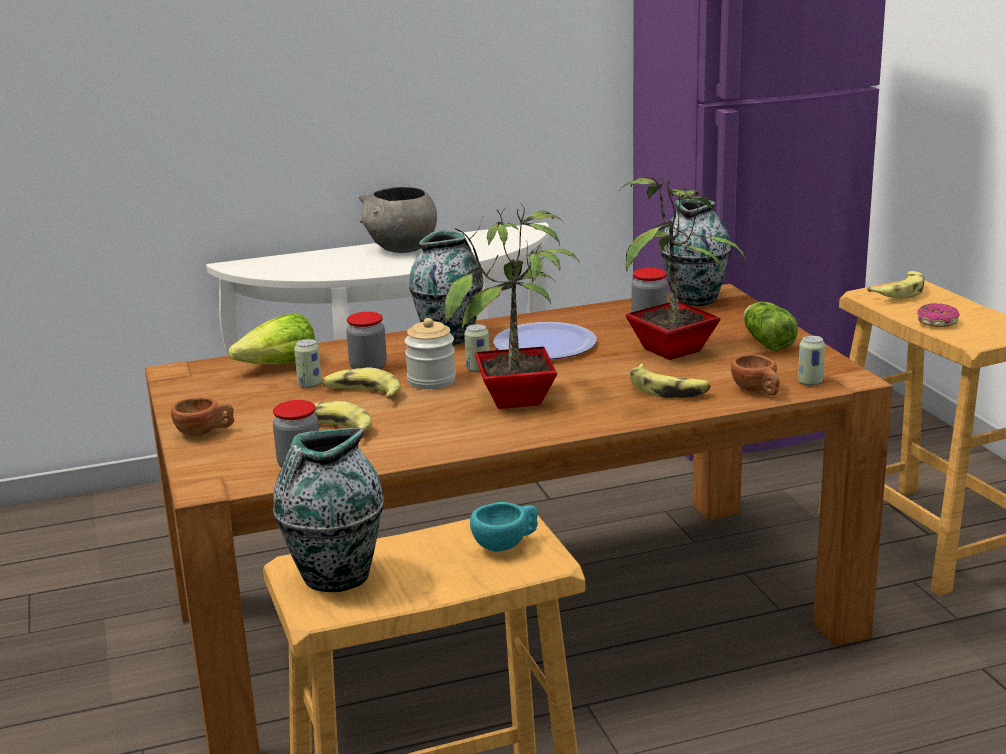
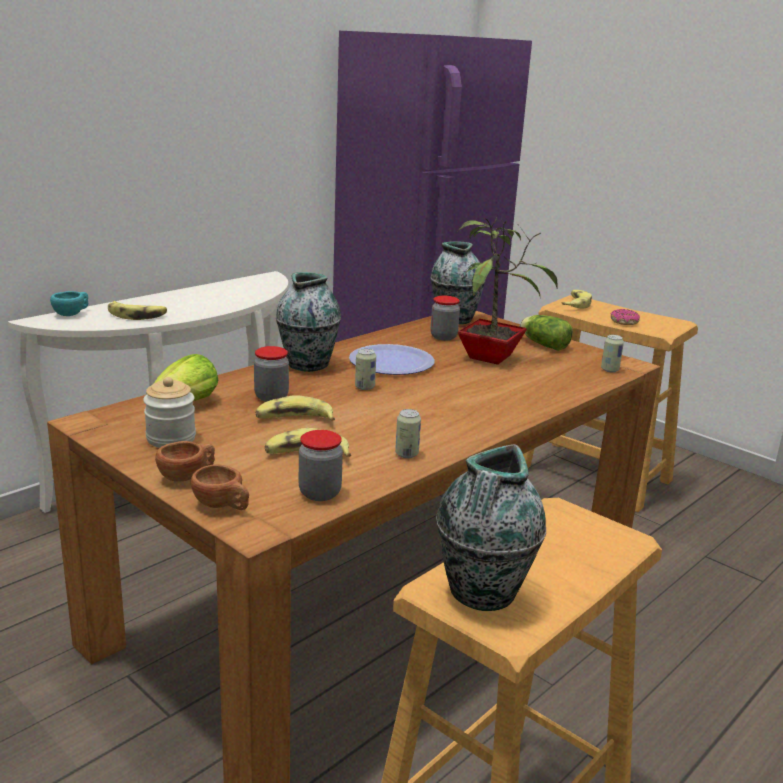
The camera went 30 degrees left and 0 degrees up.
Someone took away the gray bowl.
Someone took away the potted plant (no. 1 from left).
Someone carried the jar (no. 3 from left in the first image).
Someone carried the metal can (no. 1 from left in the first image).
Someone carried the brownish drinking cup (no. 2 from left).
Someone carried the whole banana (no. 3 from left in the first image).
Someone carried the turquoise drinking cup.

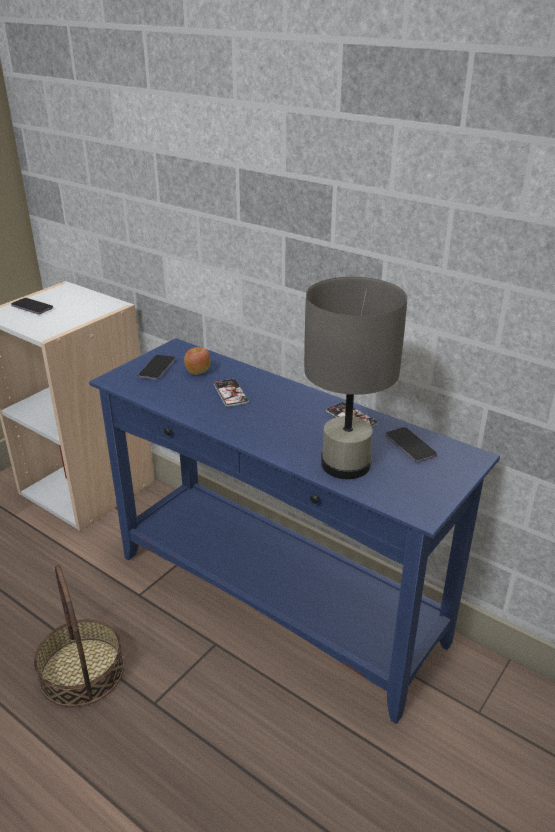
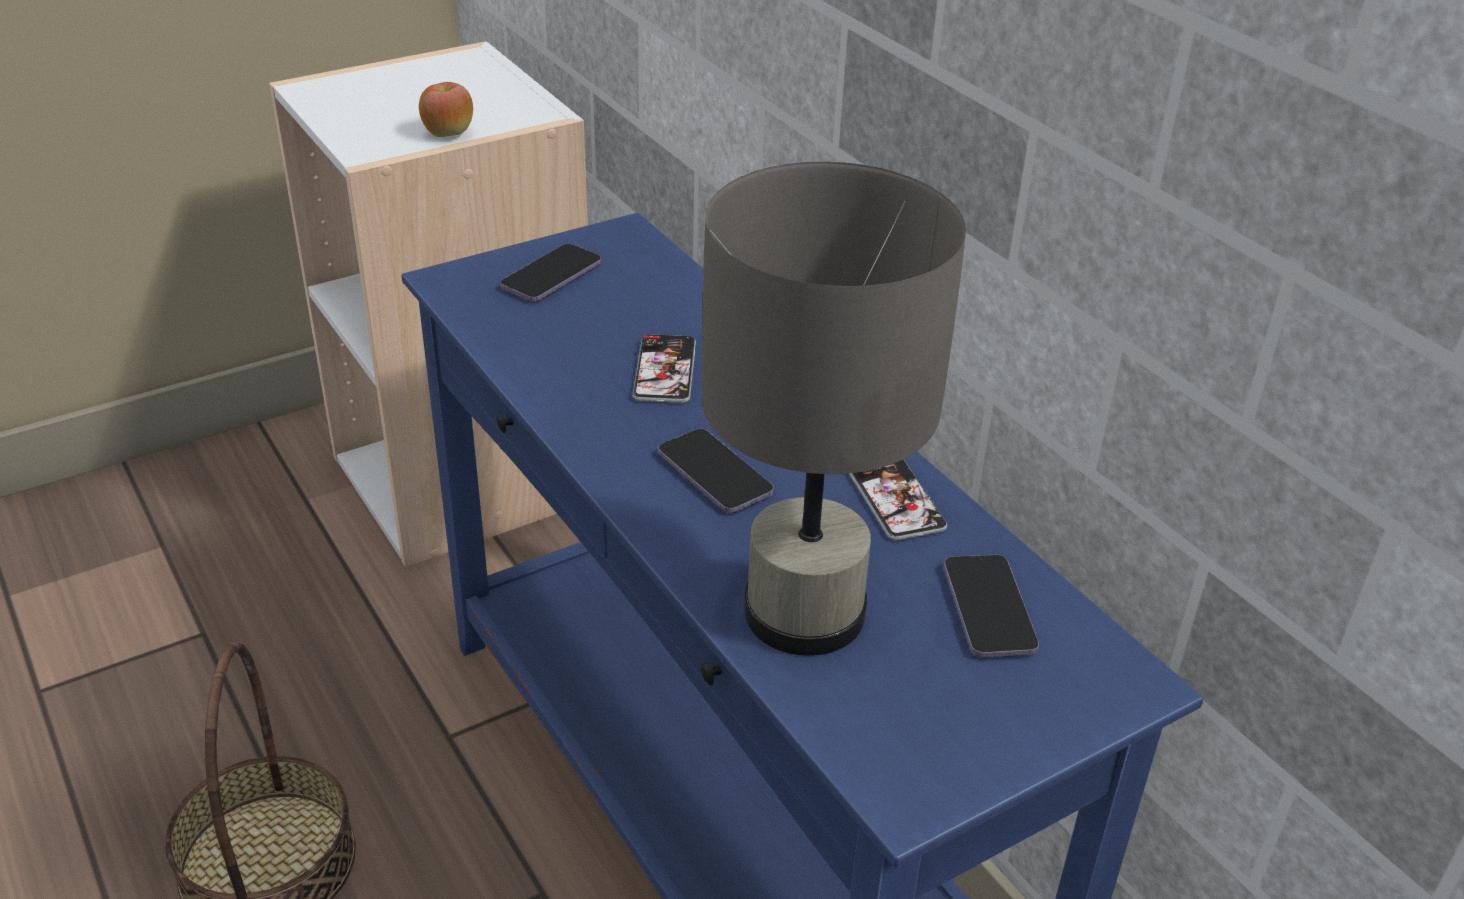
The camera went 20 degrees right and 5 degrees up.
Someone carried the phone (no. 1 from left in the first image).
Someone carried the apple fruit.

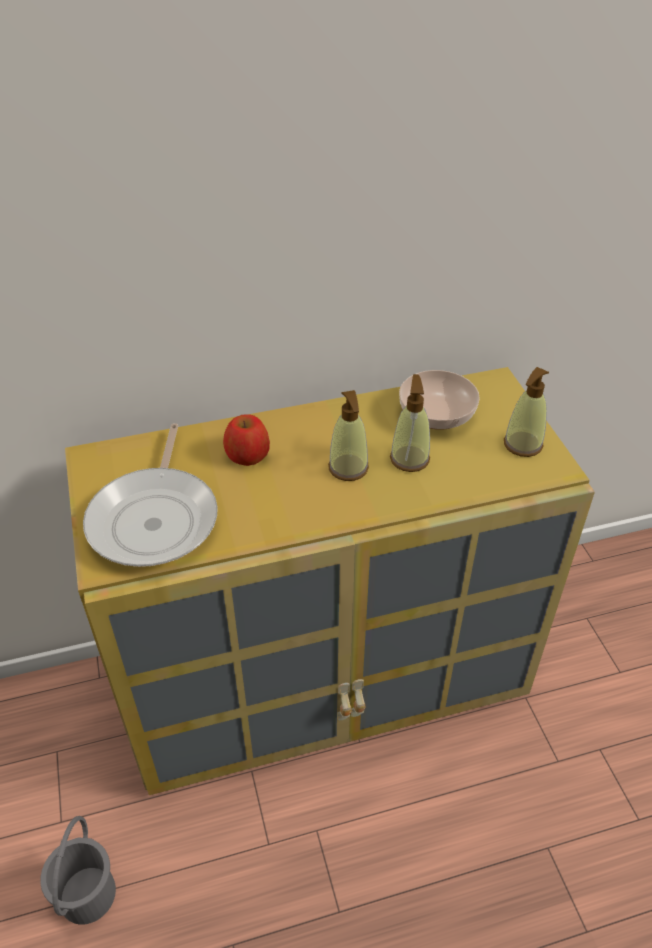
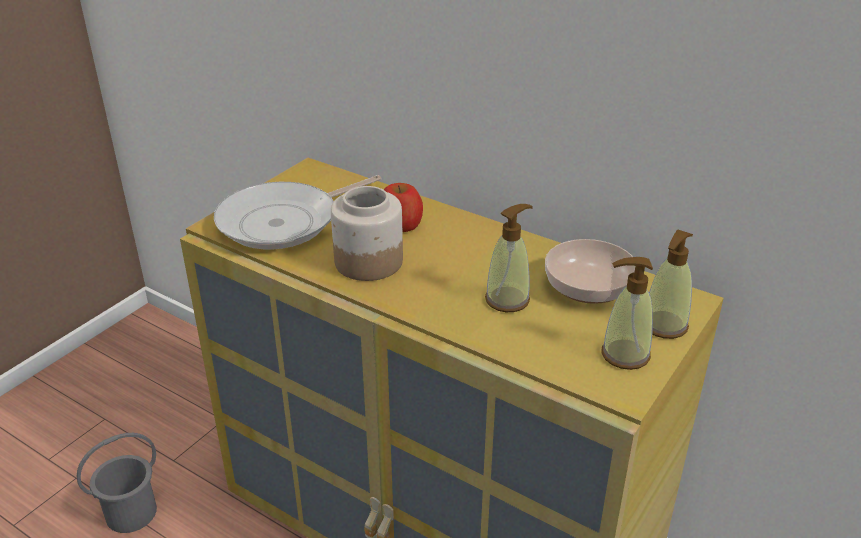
The camera went 50 degrees right and 10 degrees down.
Someone carried the liquid soap bottle (no. 1 from left in the first image).
Someone put down the jar.

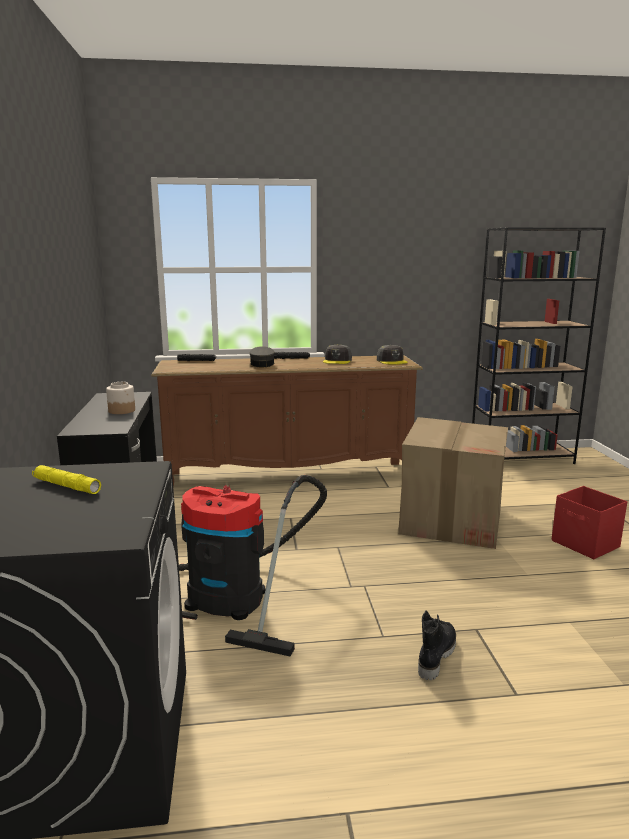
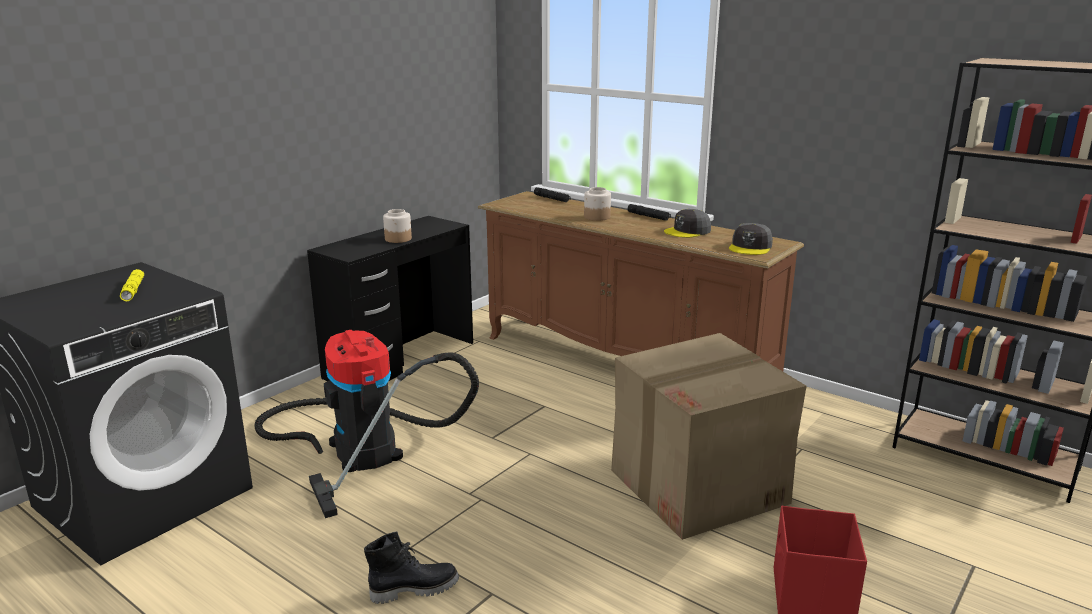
The camera went 45 degrees right and 5 degrees up.
Someone swapped the gray baseball cap (no. 1 from left) for the jar (no. 2 from left).

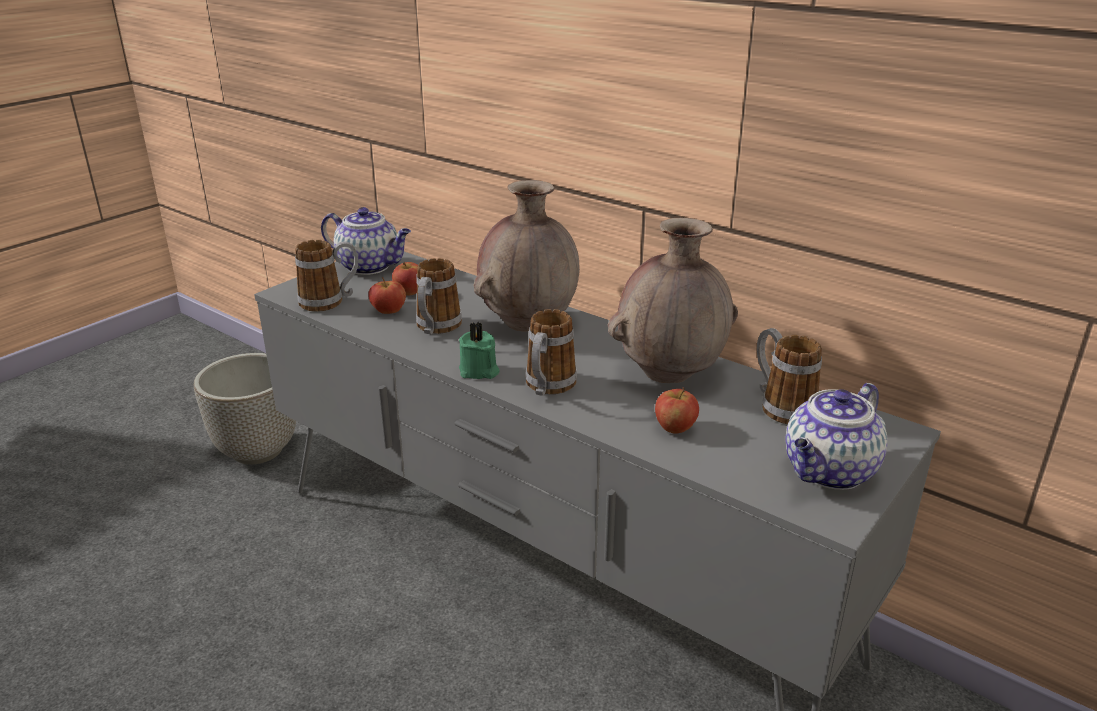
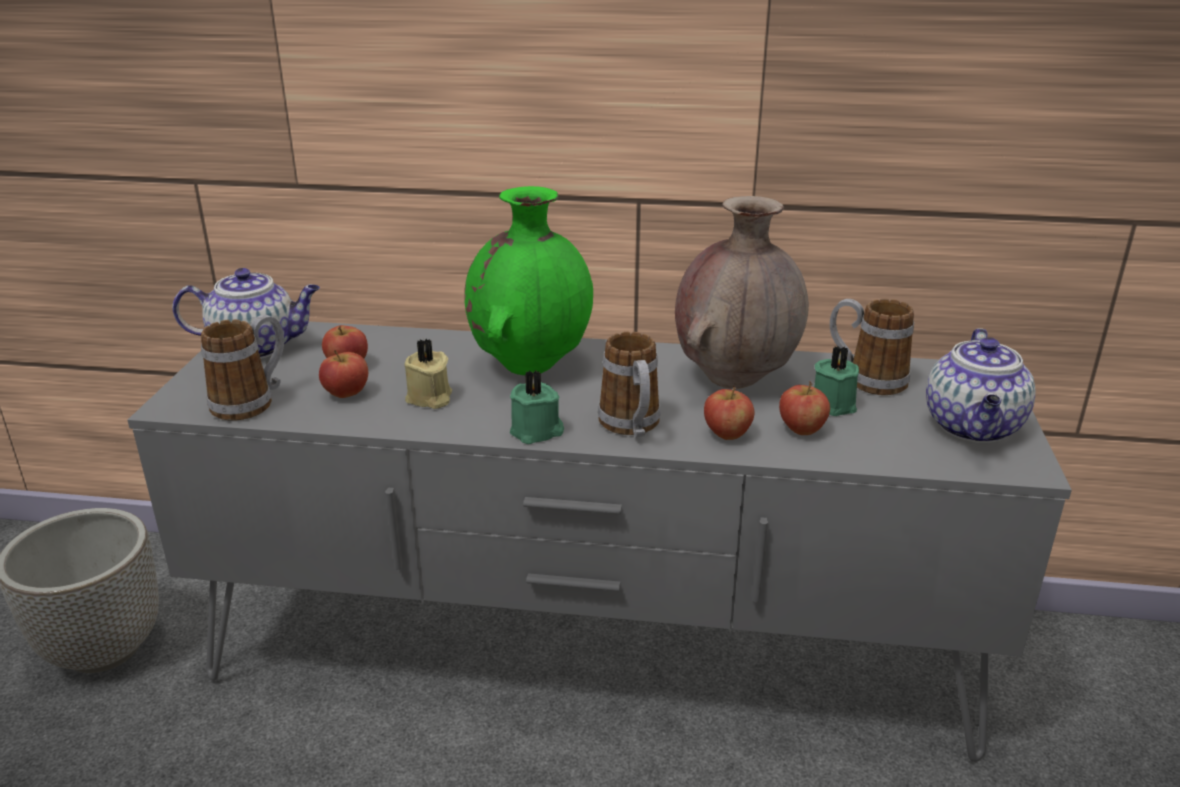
The camera went 30 degrees left and 0 degrees up.
Someone repainted the brownish flower vase (no. 1 from left), which became the greenish flower vase.
Someone swapped the tea mug (no. 2 from left) for the beige candle.
Someone put down the greenish candle (no. 2 from left).
Someone put down the apple fruit (no. 3 from left).

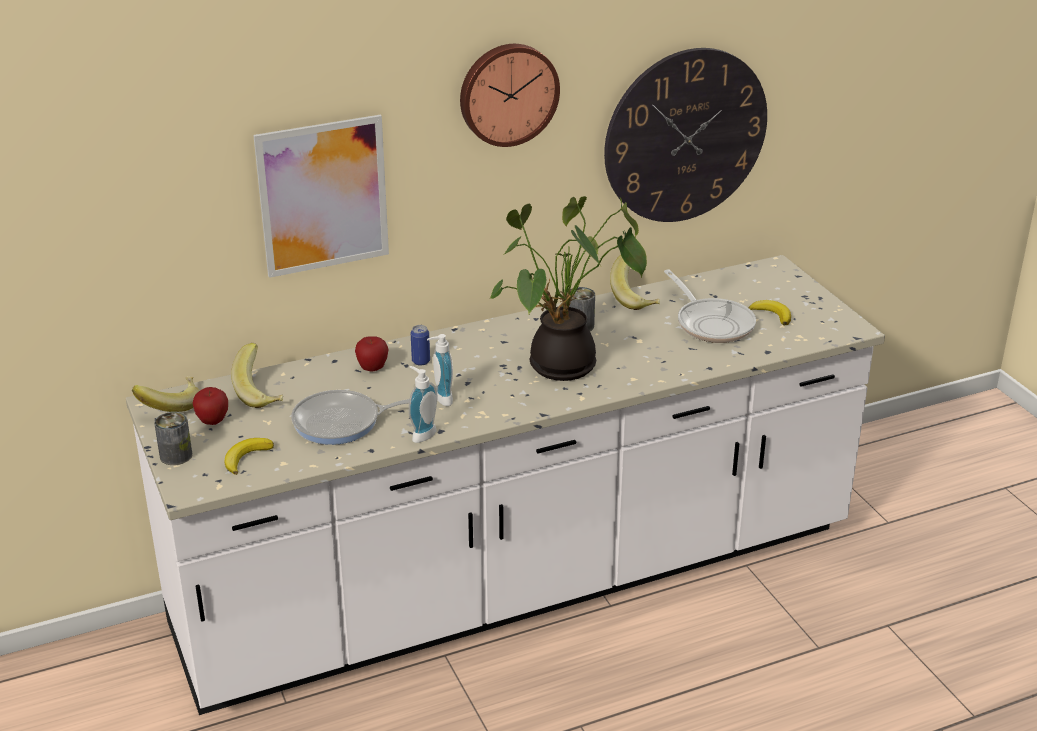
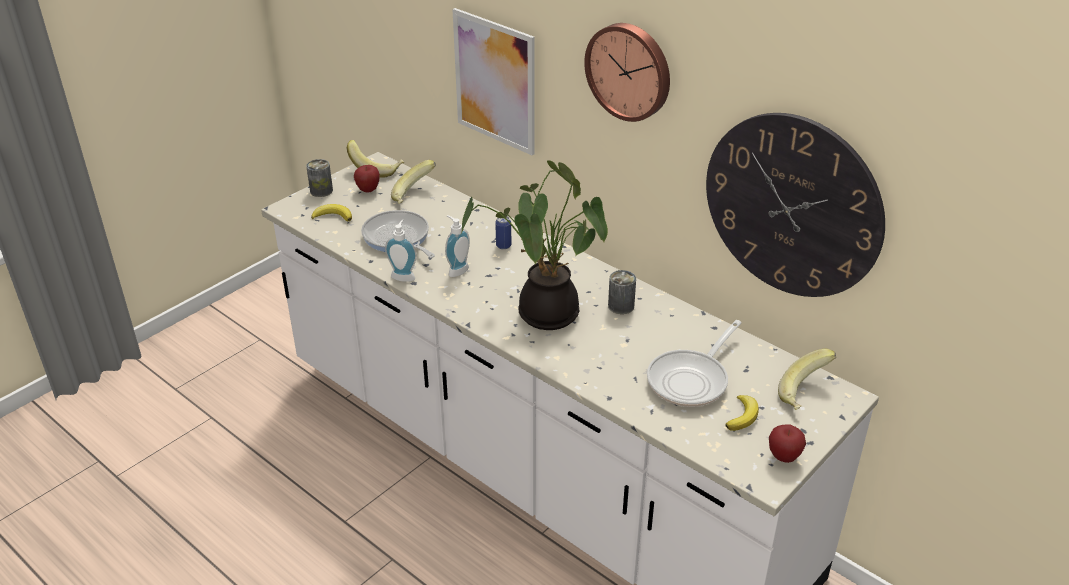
The camera went 65 degrees right and 5 degrees up.
Someone carried the whole banana (no. 4 from left in the first image).
Someone carried the apple fruit (no. 2 from left).

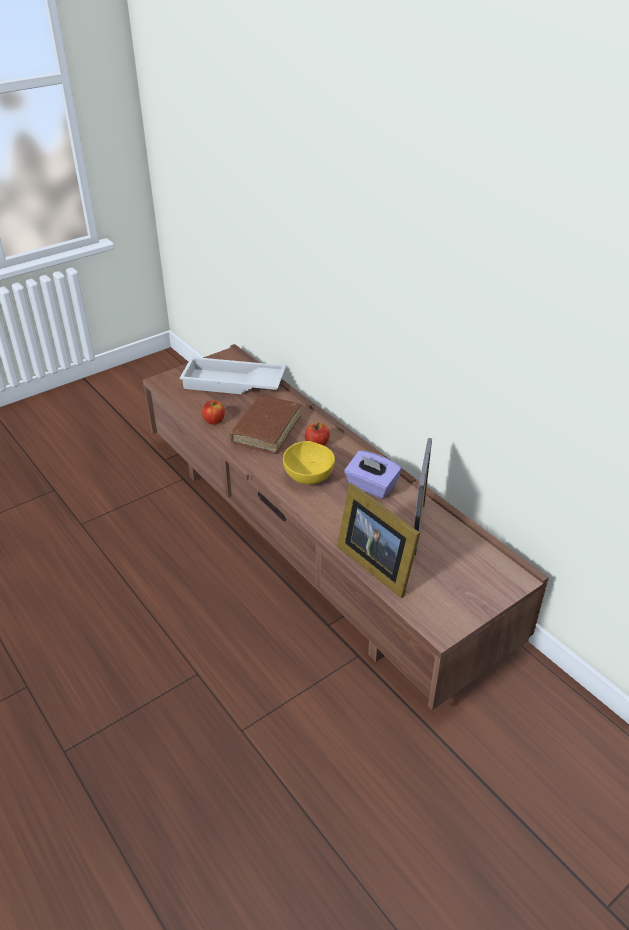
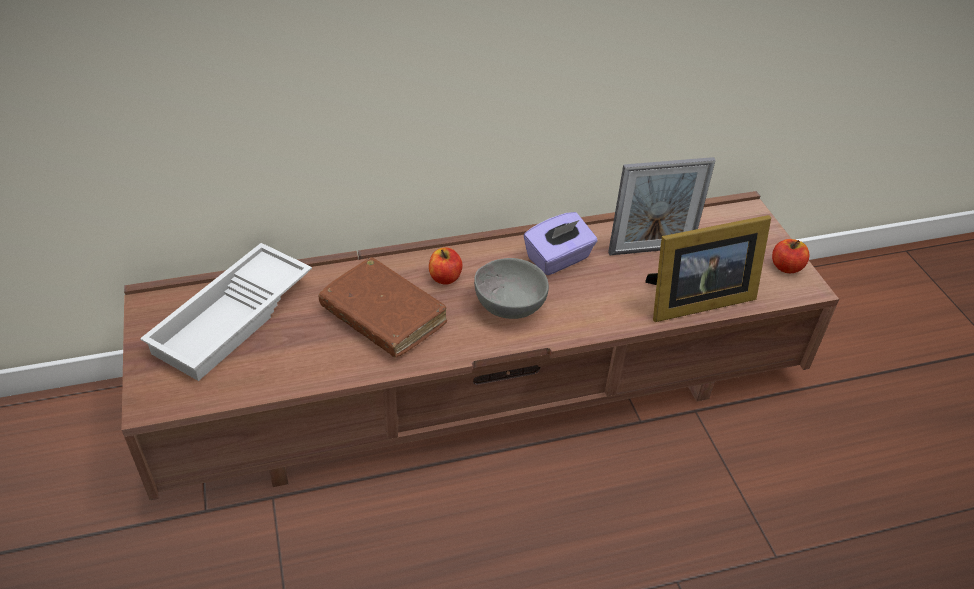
The camera went 70 degrees left and 5 degrees up.
Someone carried the apple fruit (no. 1 from left in the first image).
Someone rotated the photo frame (no. 2 from left in the first image) by 45 degrees counterclockwise.
Someone repainted the yellowish bowl, which became the gray bowl.

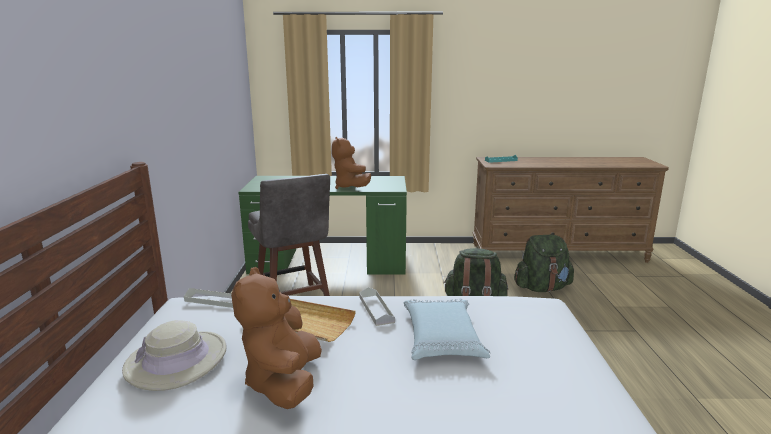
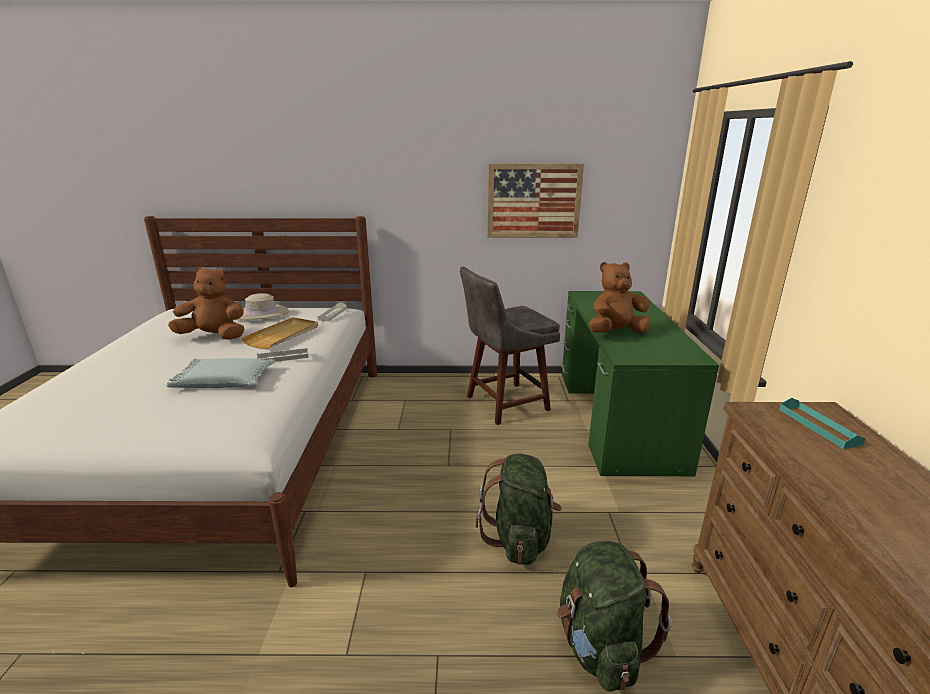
The camera went 90 degrees right and 5 degrees up.
Someone put up the picture.

